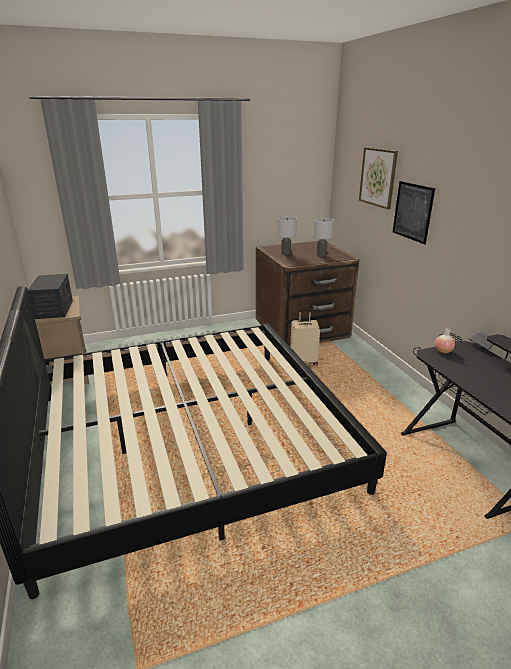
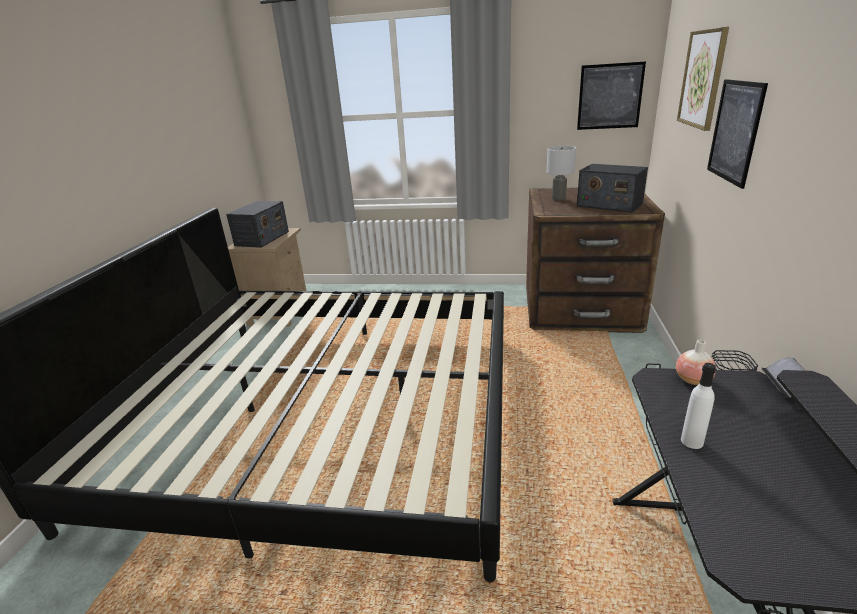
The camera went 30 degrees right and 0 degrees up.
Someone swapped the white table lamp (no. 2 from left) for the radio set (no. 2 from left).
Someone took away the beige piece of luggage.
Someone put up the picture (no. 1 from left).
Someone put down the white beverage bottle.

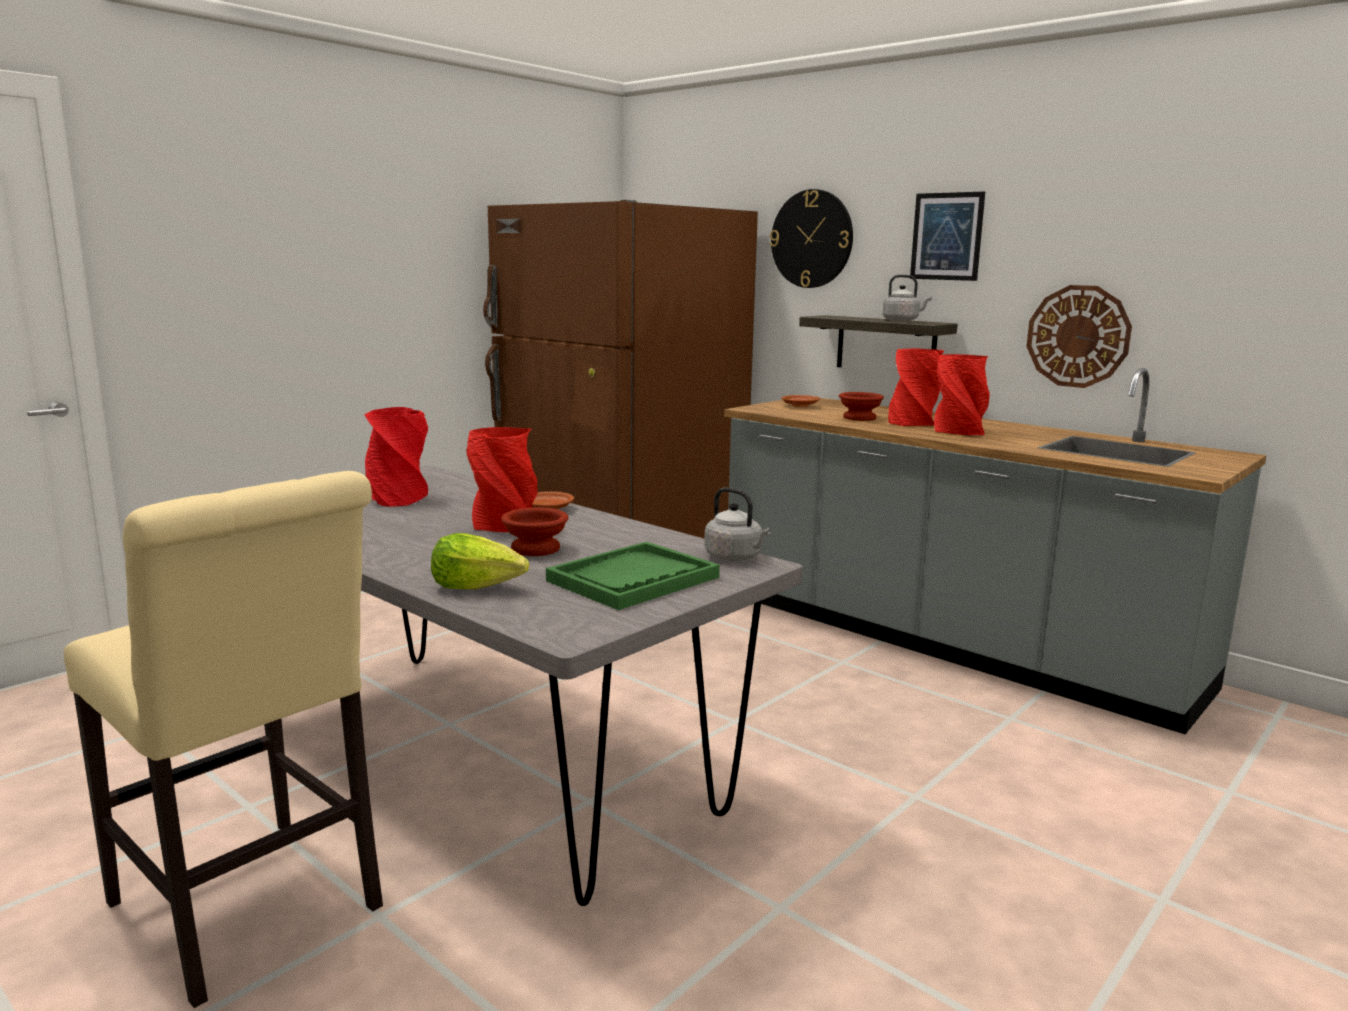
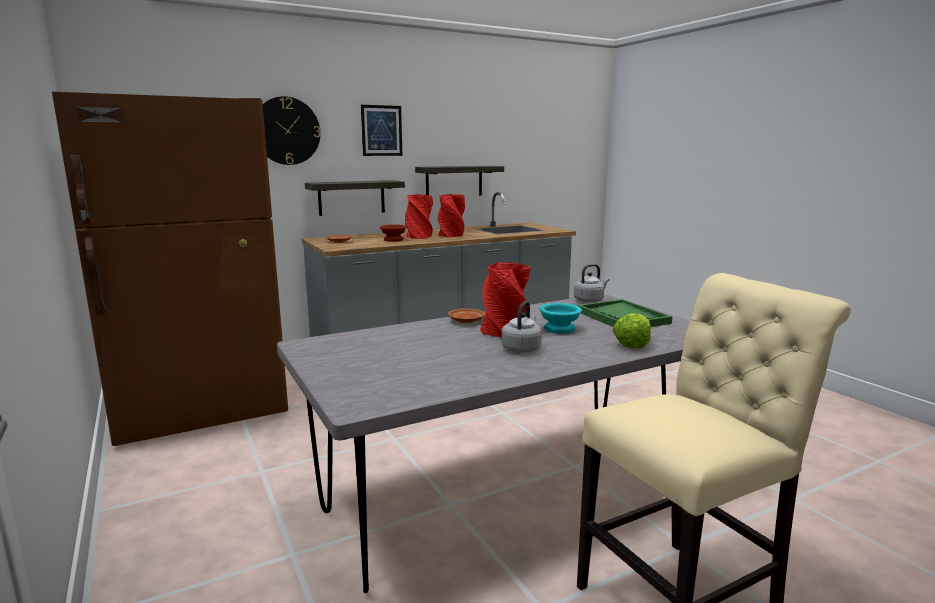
The camera went 70 degrees left and 0 degrees up.
Someone carried the gray tea kettle (no. 2 from left in the first image).
Someone swapped the wall clock (no. 2 from left) for the shelf (no. 2 from left).
Someone took away the red flower vase (no. 1 from left).
Someone repainted the brownish bowl (no. 1 from left), which became the turquoise bowl.

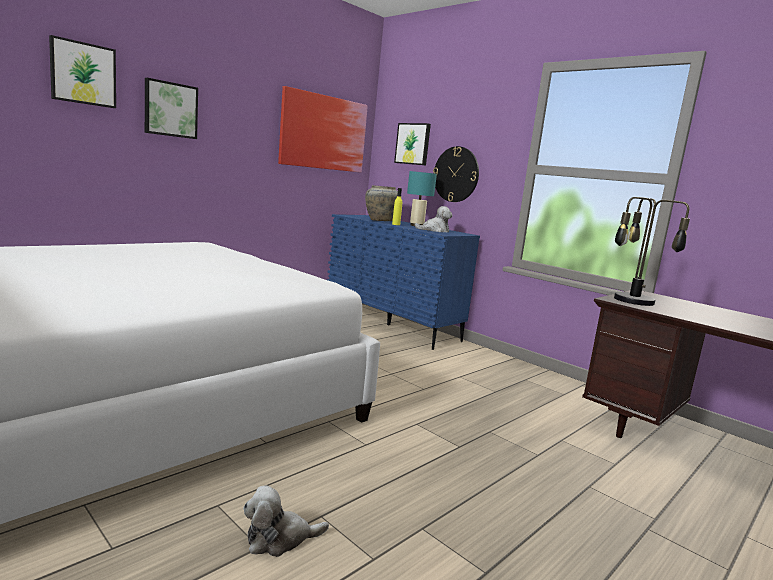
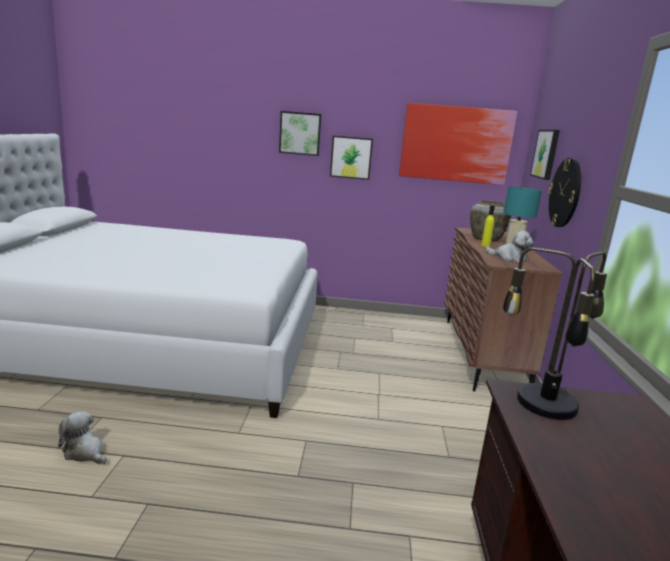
The camera went 50 degrees right and 5 degrees up.
Someone carried the picture (no. 1 from left in the first image).
Someone repainted the blue drawer chest, which became the brownish drawer chest.

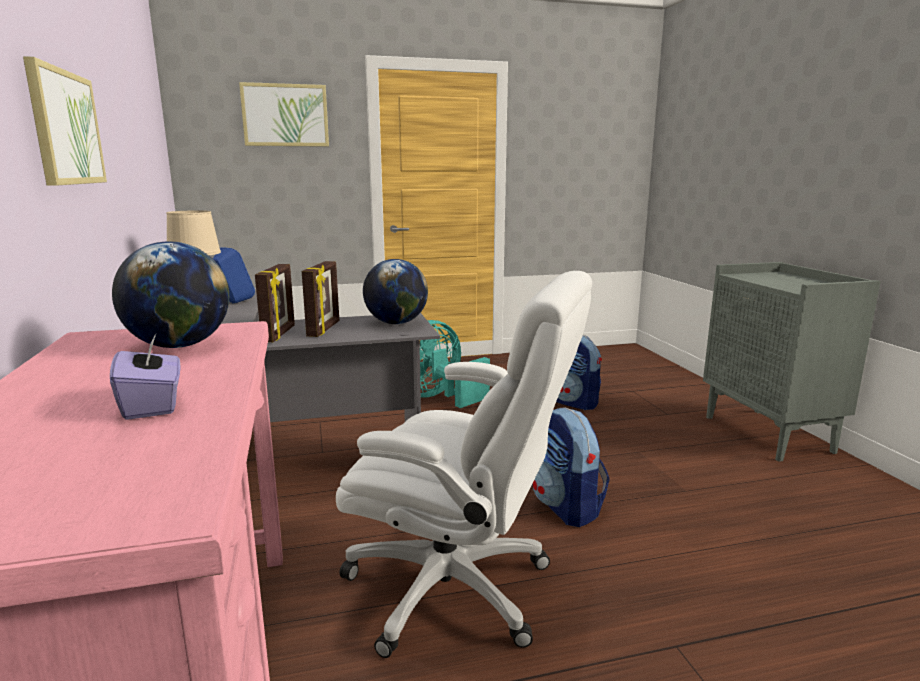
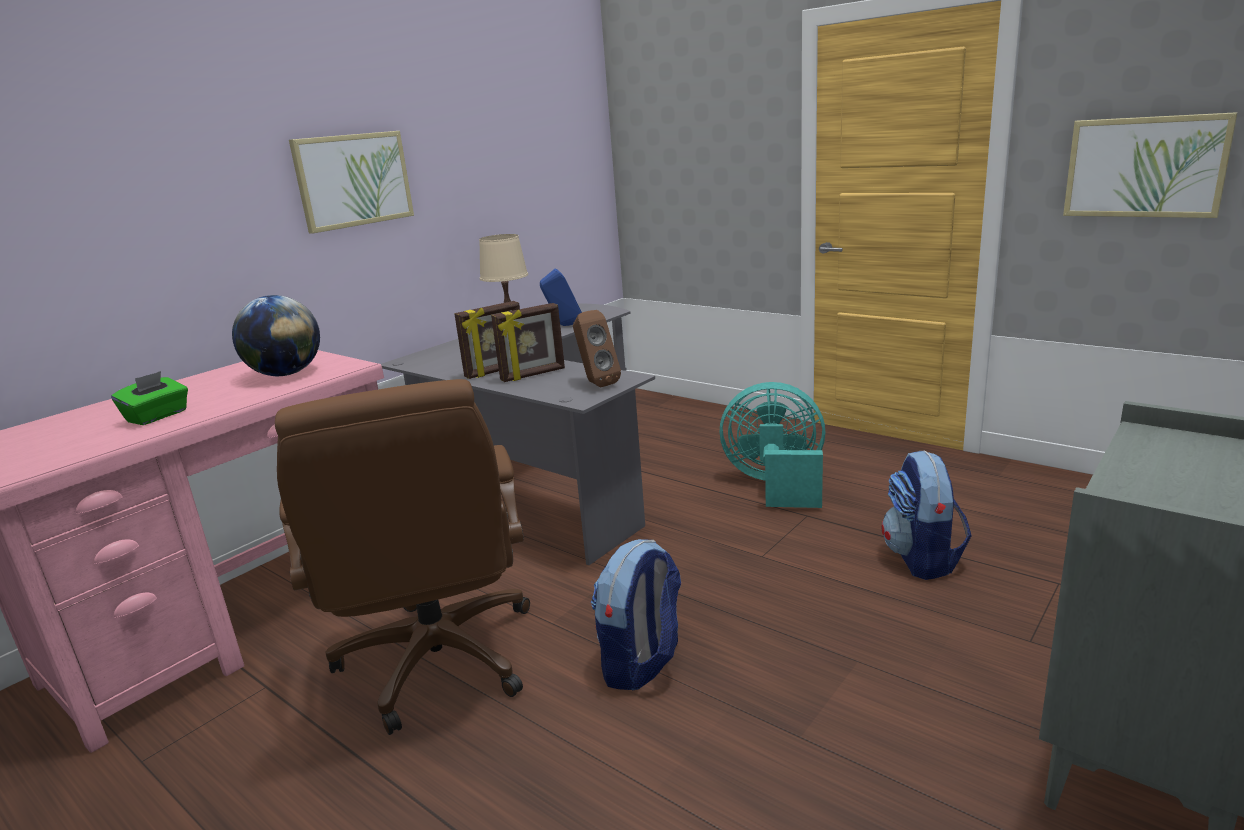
The camera went 55 degrees right and 5 degrees up.
Someone carried the picture (no. 2 from left).
Someone swapped the desk globe (no. 2 from left) for the brownish loudspeaker.
Someone repainted the white desk chair, which became the brownish desk chair.
Someone repainted the purple-coloured tissue holder, which became the greenish tissue holder.

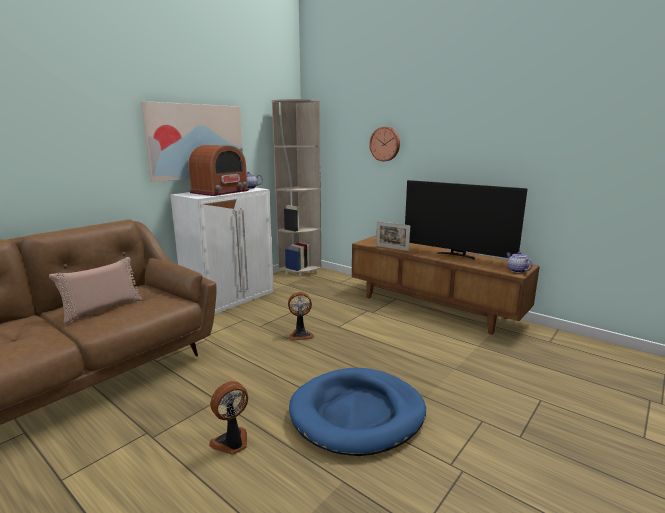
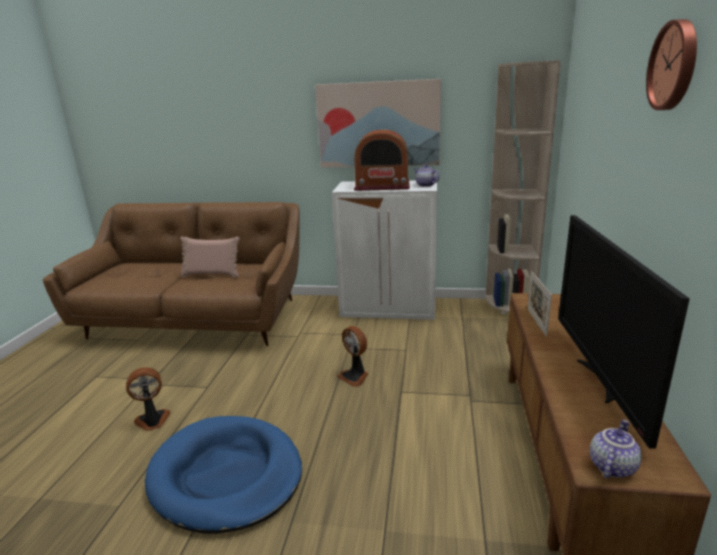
The camera went 60 degrees right and 5 degrees up.
Someone carried the wall clock.
Someone rotated the cooling fan (no. 1 from left) by 45 degrees counterclockwise.

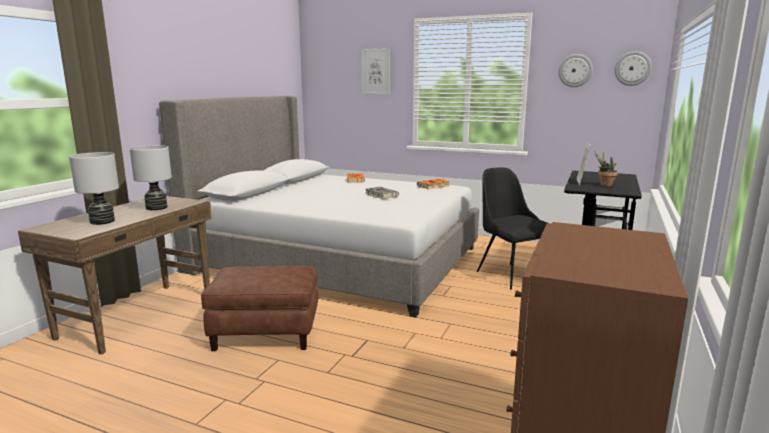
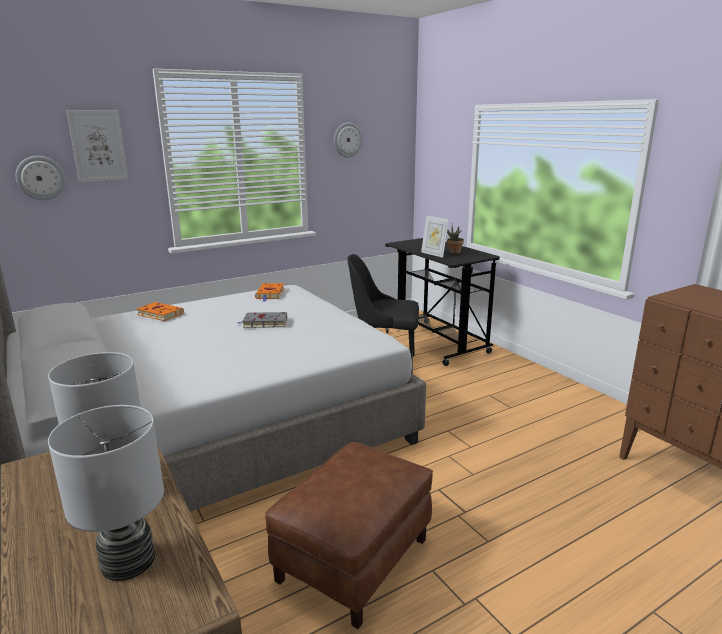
The camera went 55 degrees left and 5 degrees up.
Someone carried the wall clock (no. 2 from left in the first image).

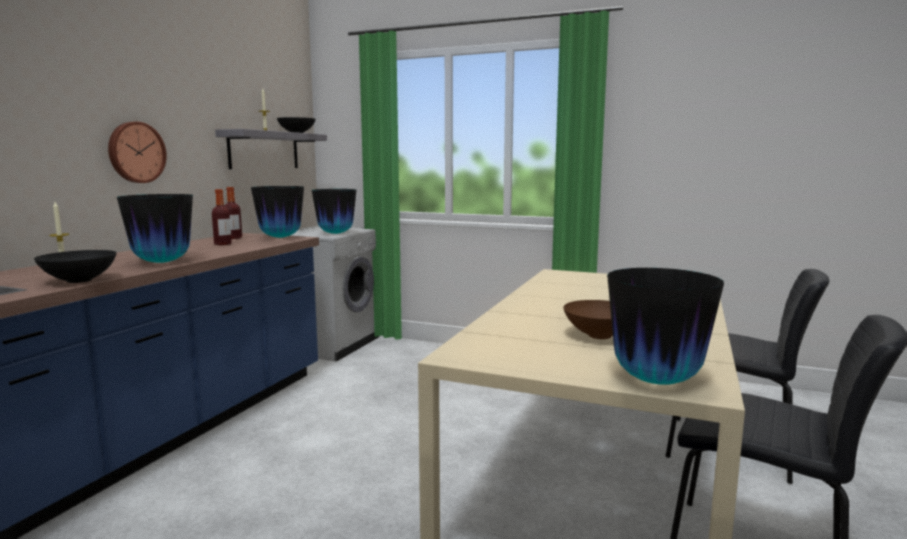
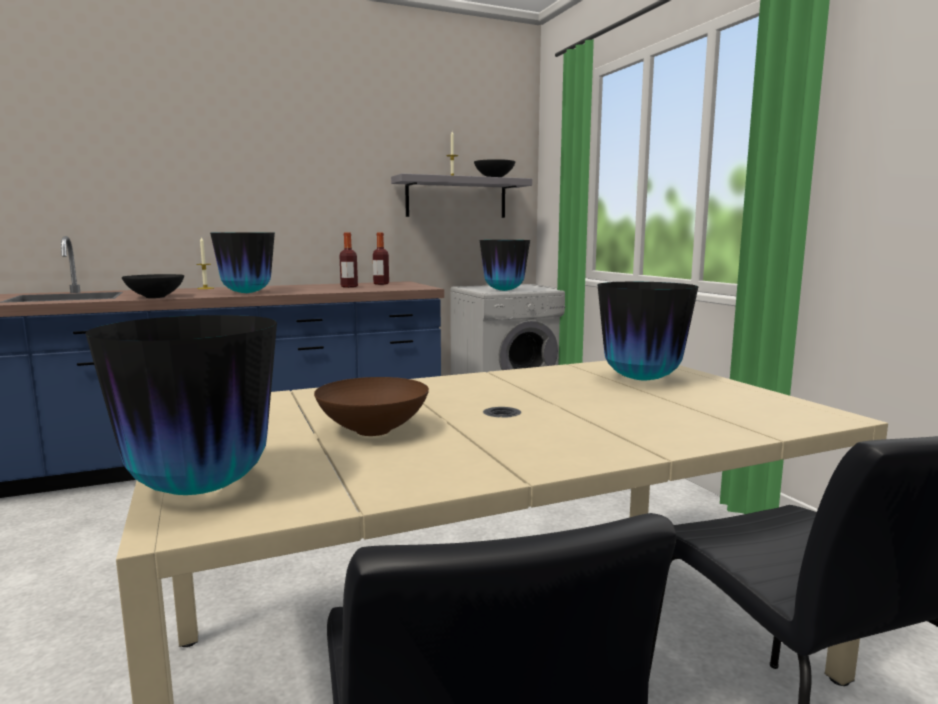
The camera went 45 degrees right and 0 degrees up.
Someone took away the wall clock.
Someone carried the flower vase (no. 2 from left in the first image).

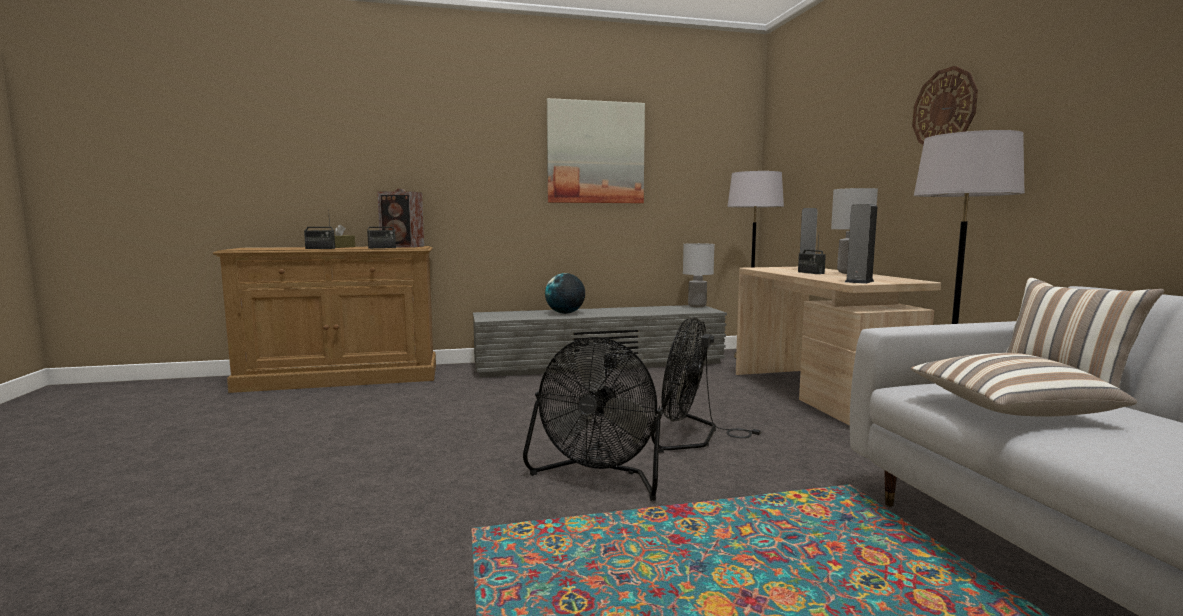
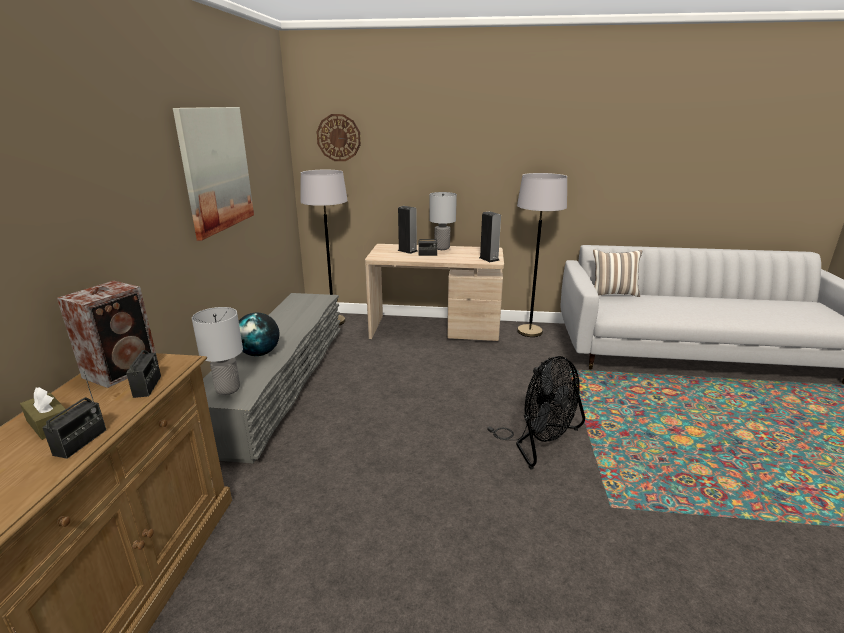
The camera went 70 degrees left and 15 degrees up.
Someone carried the wall clock.
Someone carried the gray table lamp (no. 1 from left).
Someone took away the black-coloured cooling fan (no. 2 from left).
Someone took away the cushion (no. 1 from left).

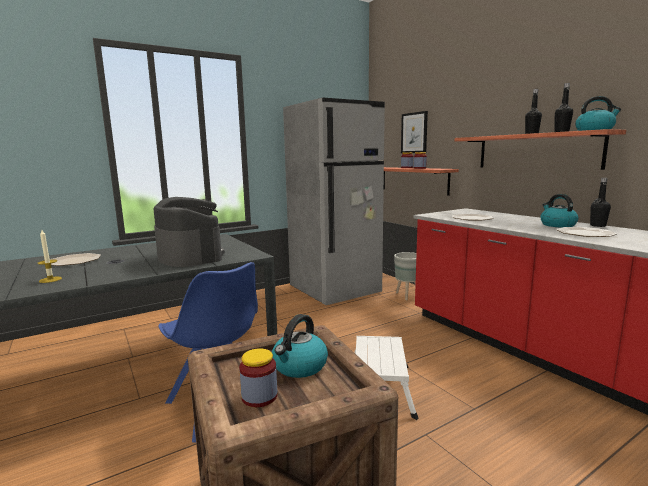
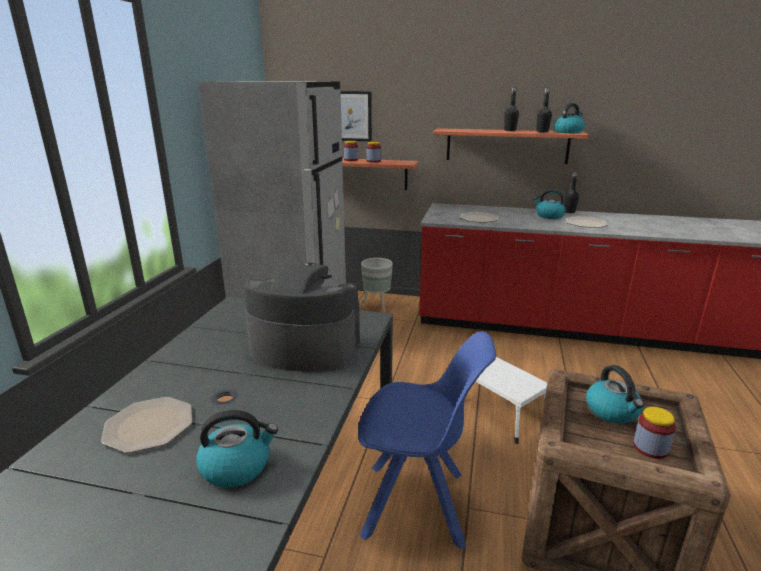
The camera went 45 degrees left and 10 degrees up.
Someone swapped the candle for the tea kettle (no. 1 from left).

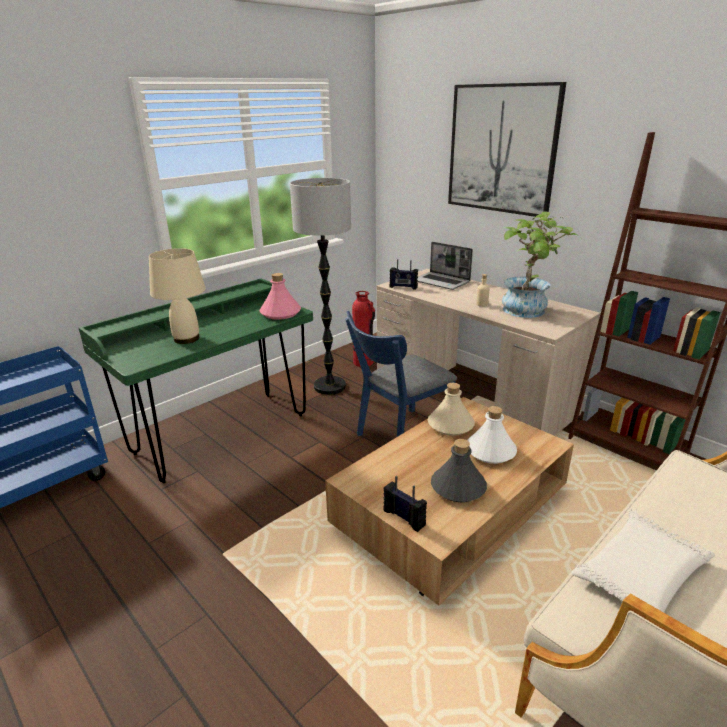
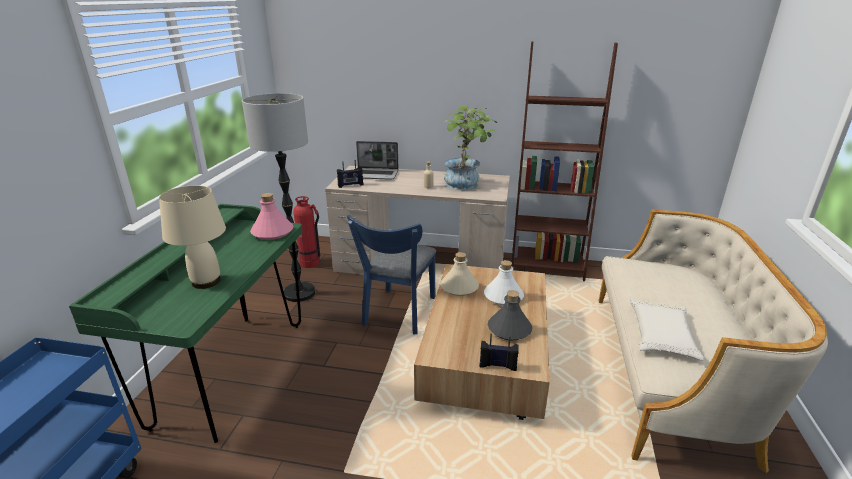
The camera went 35 degrees left and 0 degrees up.
Someone took away the picture.

